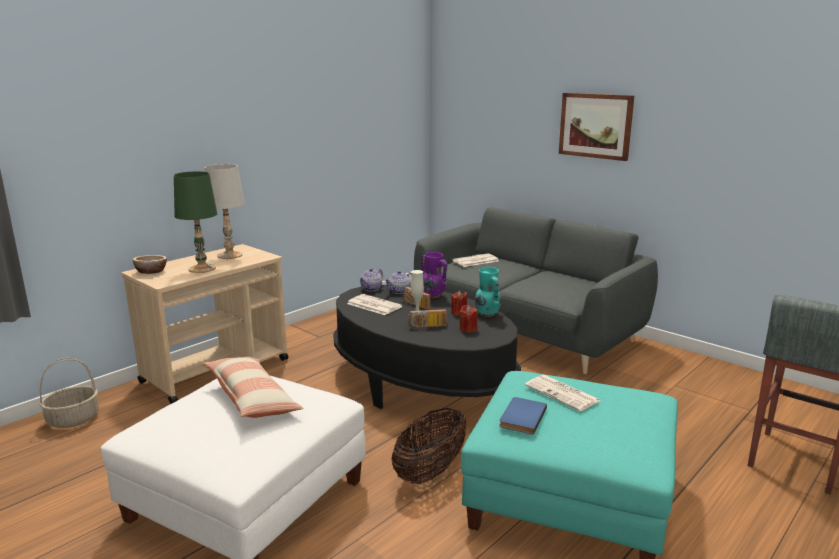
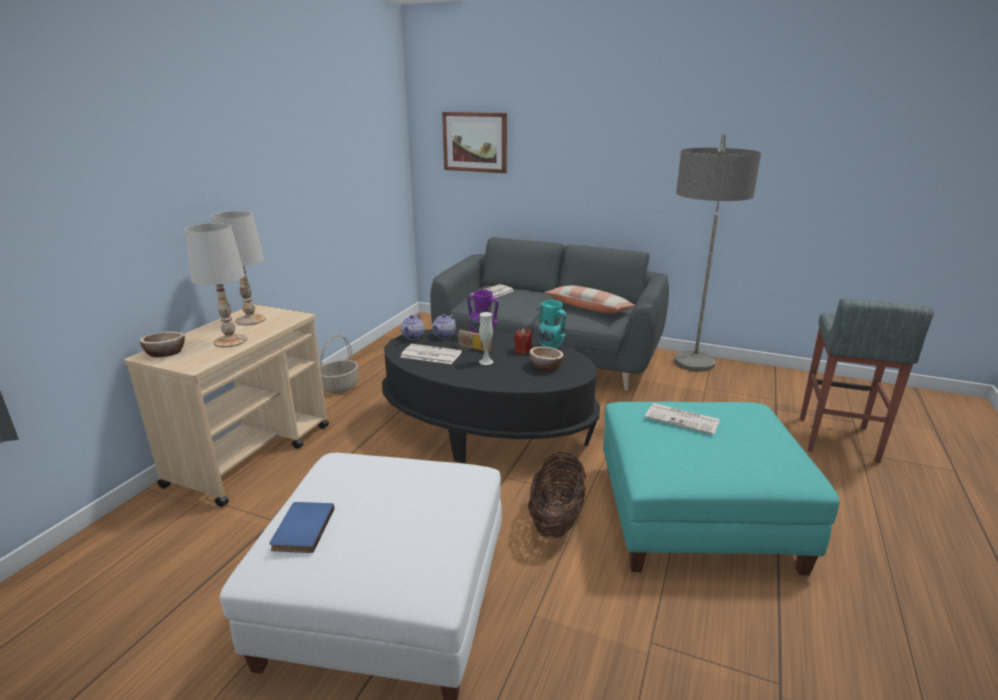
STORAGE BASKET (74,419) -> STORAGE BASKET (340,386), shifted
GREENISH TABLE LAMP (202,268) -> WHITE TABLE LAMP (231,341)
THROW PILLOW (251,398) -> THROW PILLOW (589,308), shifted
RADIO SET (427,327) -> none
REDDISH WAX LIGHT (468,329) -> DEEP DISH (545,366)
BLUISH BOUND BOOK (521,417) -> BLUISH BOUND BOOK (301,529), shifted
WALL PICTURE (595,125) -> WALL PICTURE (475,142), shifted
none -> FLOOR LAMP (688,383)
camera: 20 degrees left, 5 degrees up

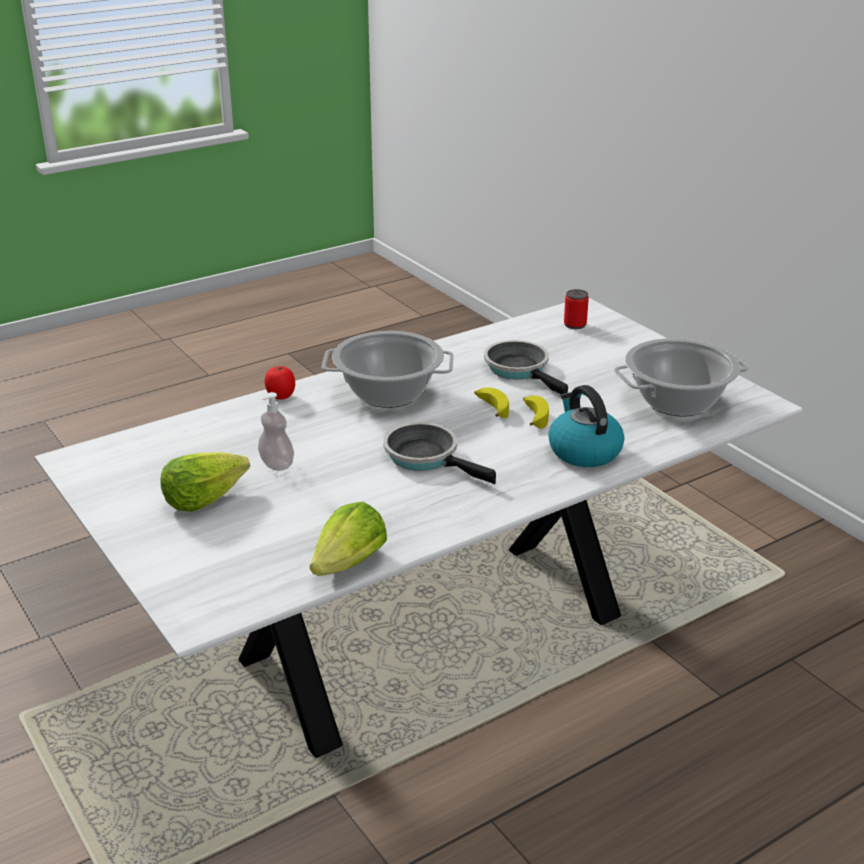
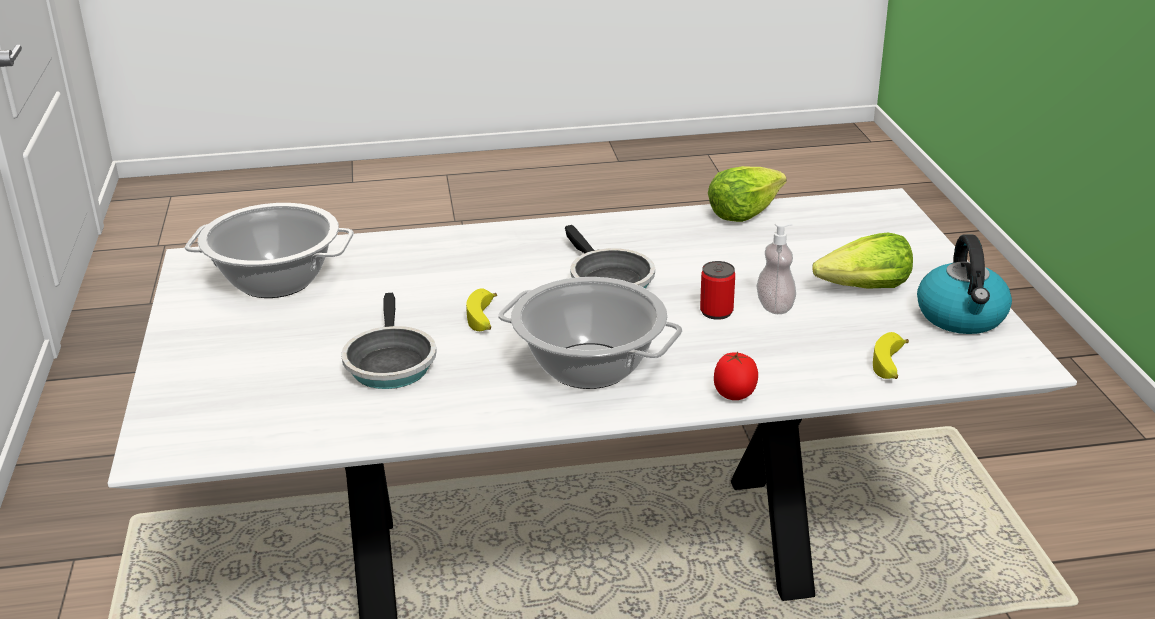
BANANA (533,416) -> BANANA (891,366), shifted
TEA KETTLE (583,451) -> TEA KETTLE (962,317), shifted
SEALED CAN (575,325) -> SEALED CAN (716,312), shifted
camera: 155 degrees left, 0 degrees up

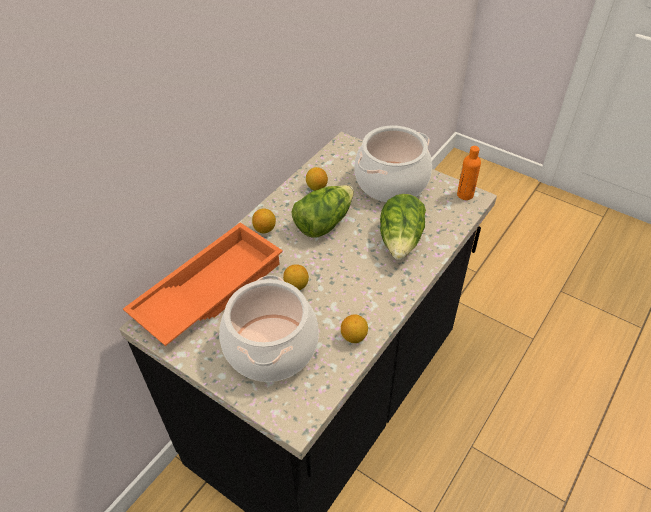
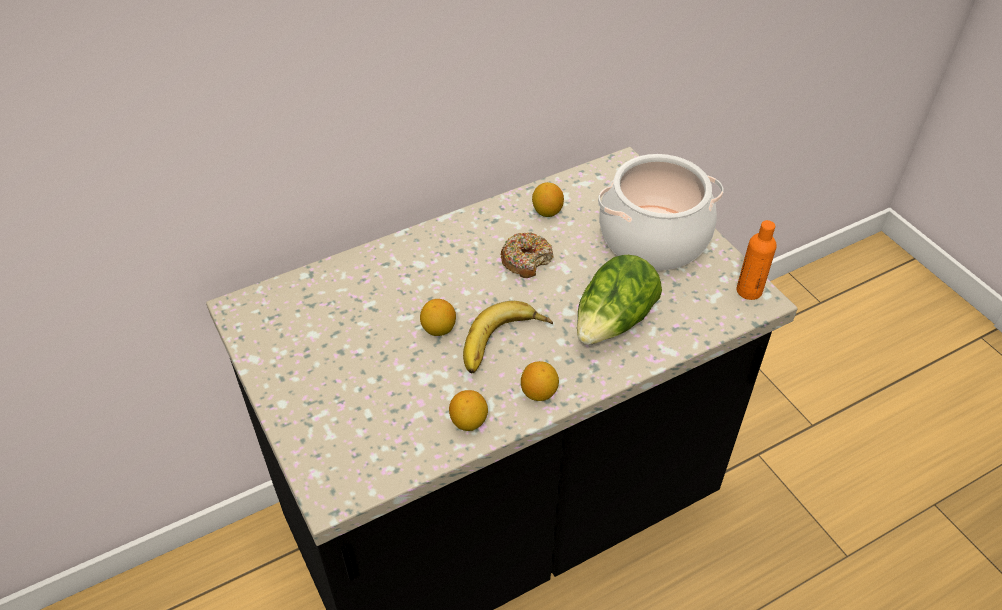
ORANGE-COLOURED TRAY (208,289) -> none
COOKING POT (270,346) -> none
LEMON (264,229) -> LEMON (539,393), shifted
LETTUCE HEAD (323,222) -> RING DOUGHNUT (526,260)
none -> BANANA (505,345)
camera: 25 degrees right, 0 degrees up

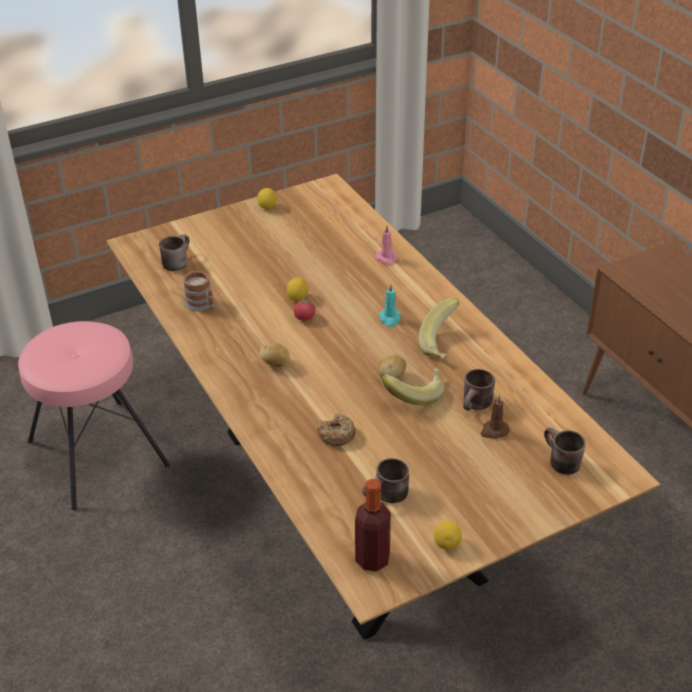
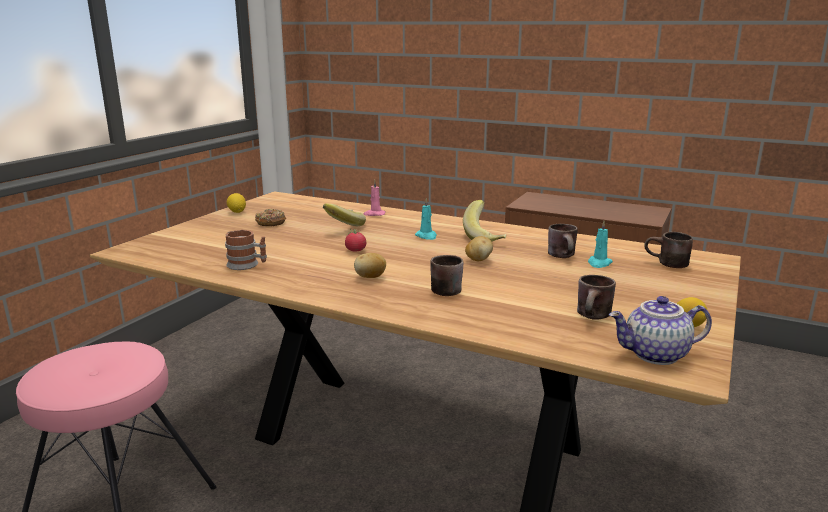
BROWNISH TEA MUG (176,261) -> BROWNISH TEA MUG (442,288), shifted
LEMON (297,298) -> none
RING DOUGHNUT (336,435) -> RING DOUGHNUT (271,223), shifted
DRINK BOTTLE (372,559) -> POT FOR TEA (655,355)
BANANA (414,394) -> BANANA (343,226), shifted
BROWNISH WAX LIGHT (494,431) -> TURQUOISE WAX LIGHT (599,263)
camera: 35 degrees left, 20 degrees down

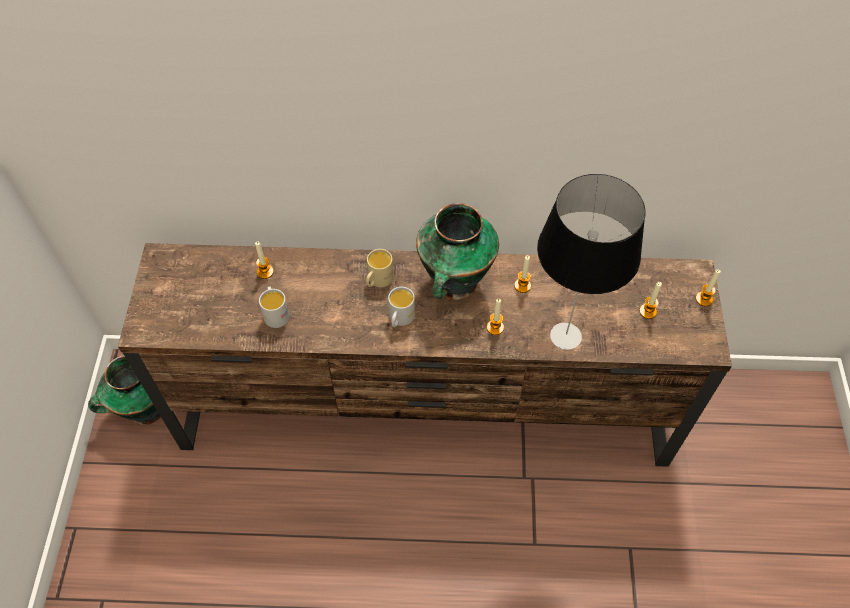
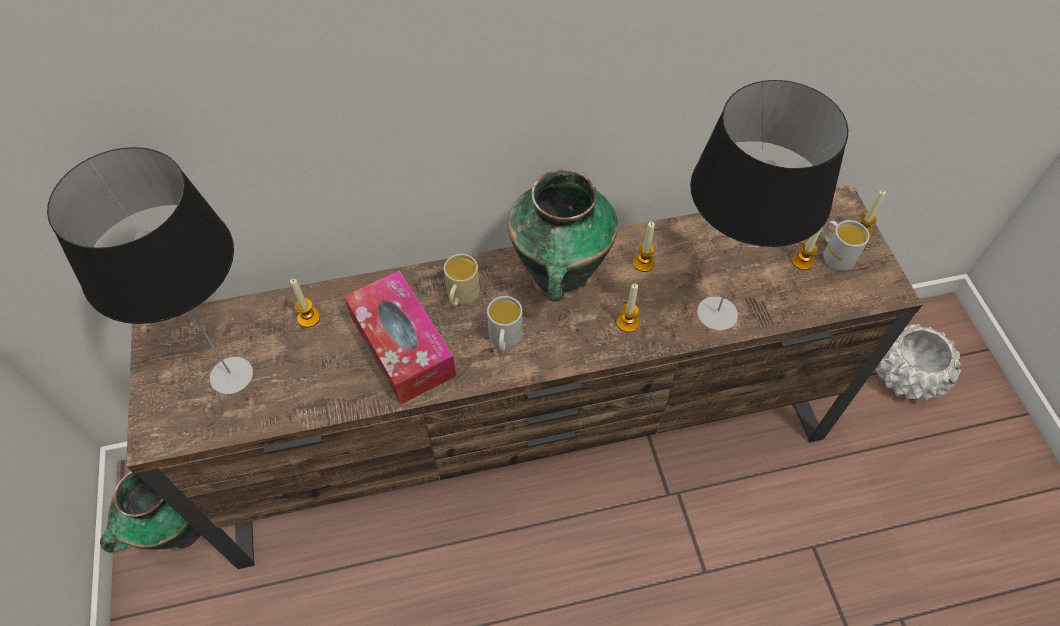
WHITE TEA MUG (275,313) -> WHITE TEA MUG (834,254), shifted
none -> TABLE LAMP (233,374)
none -> TISSUE BOX (402,346)
none -> WHITE PLANTER (906,376)
camera: 15 degrees left, 0 degrees up

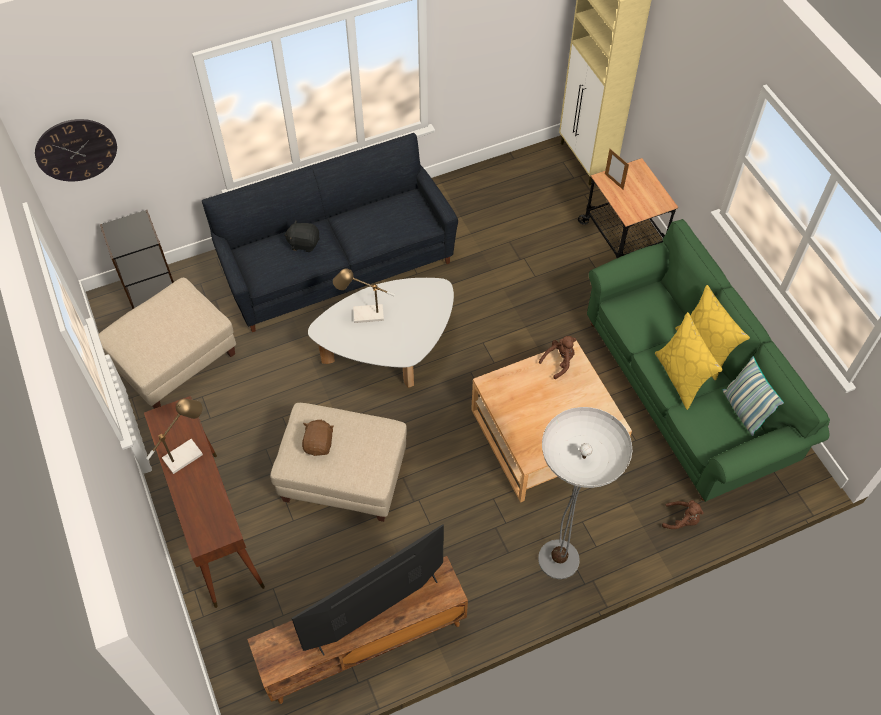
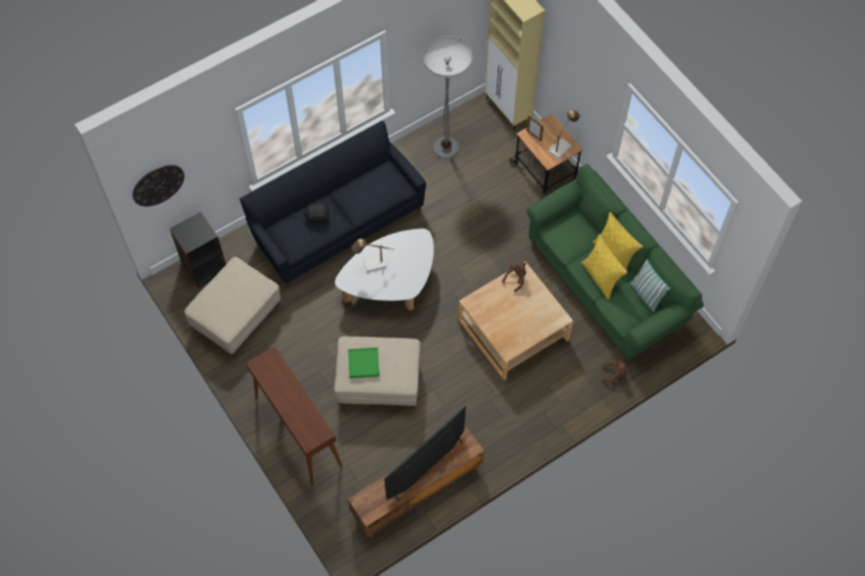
TABLE LAMP (187,453) -> TABLE LAMP (561,146), shifted
BROWNISH PLUSH TOY (319,444) -> GREENISH TRAY (363,364)
FLOOR LAMP (558,559) -> FLOOR LAMP (446,147), shifted
camera: 10 degrees left, 5 degrees up

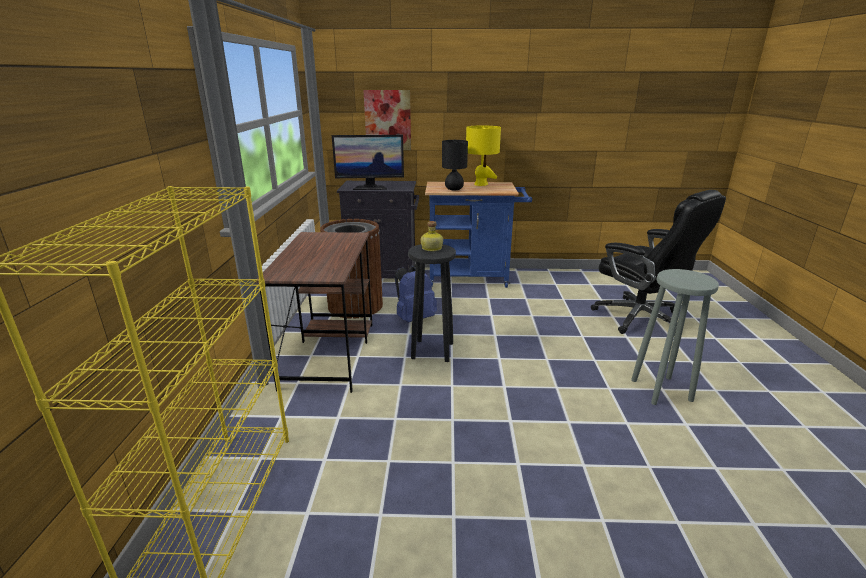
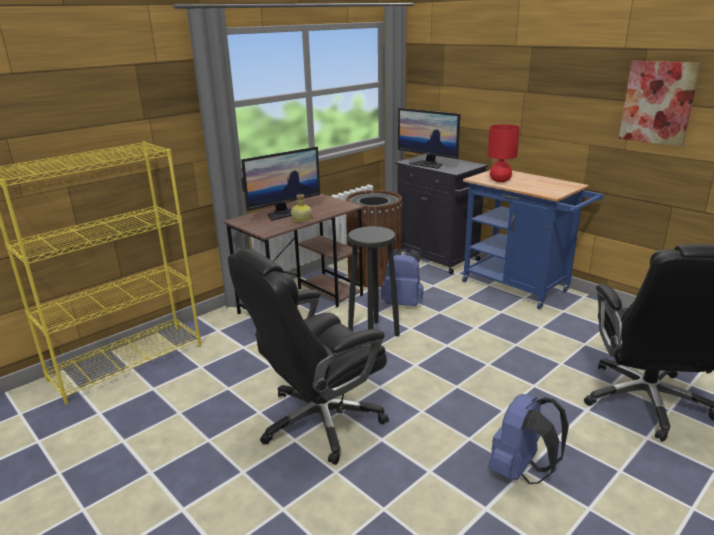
WALL PICTURE (388,120) -> WALL PICTURE (658,102), shifted
DRINK BOTTLE (431,248) -> DRINK BOTTLE (301,219), shifted
BLACK-COLOURED TABLE LAMP (453,189) -> REDDISH TABLE LAMP (500,180)
YELLOW-COLOURED TABLE LAMP (481,184) -> none
GRAY STOOL (661,390) -> BLUISH KNAPSACK (521,471)
none -> BLACK-COLOURED COMPUTER CHAIR (318,421)
none -> MONITOR (284,213)
camera: 45 degrees right, 0 degrees up

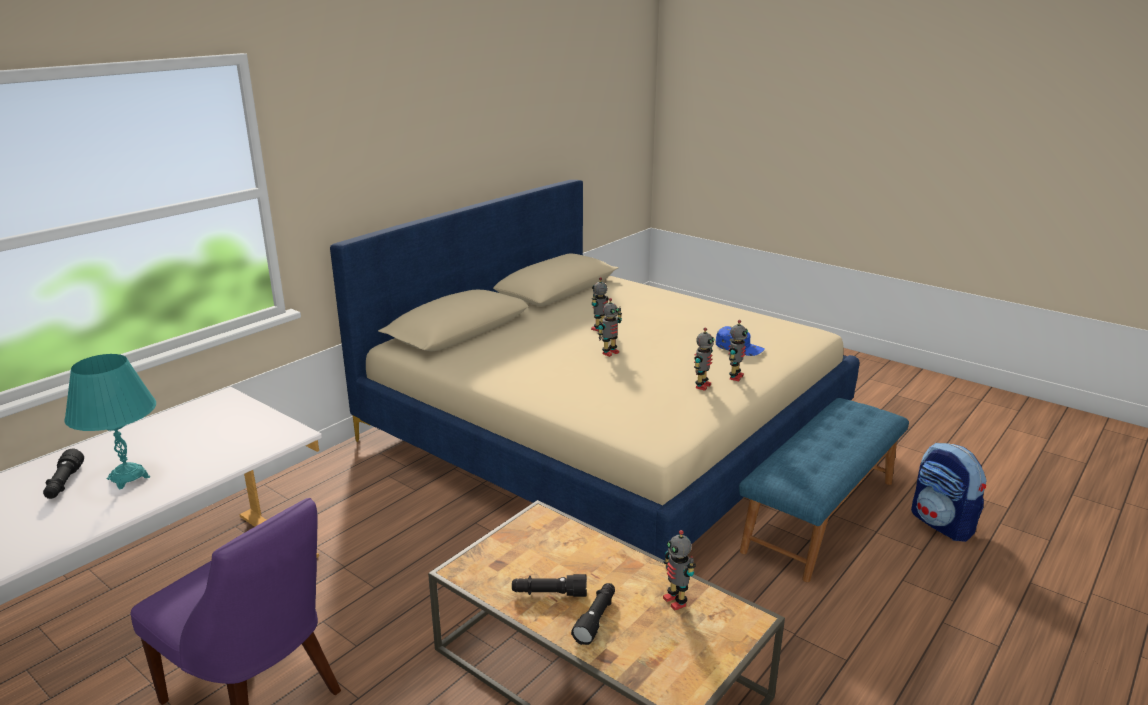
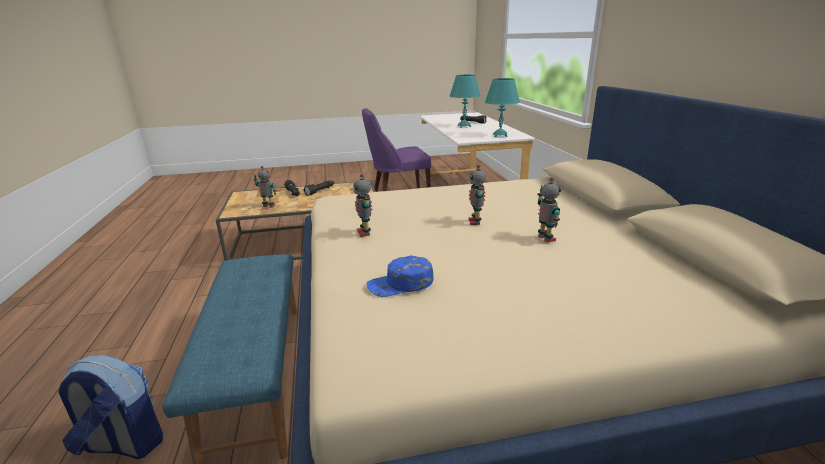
TOY ROBOT (735,377) -> none
none -> TURQUOISE TABLE LAMP (500,135)
camera: 130 degrees right, 0 degrees up

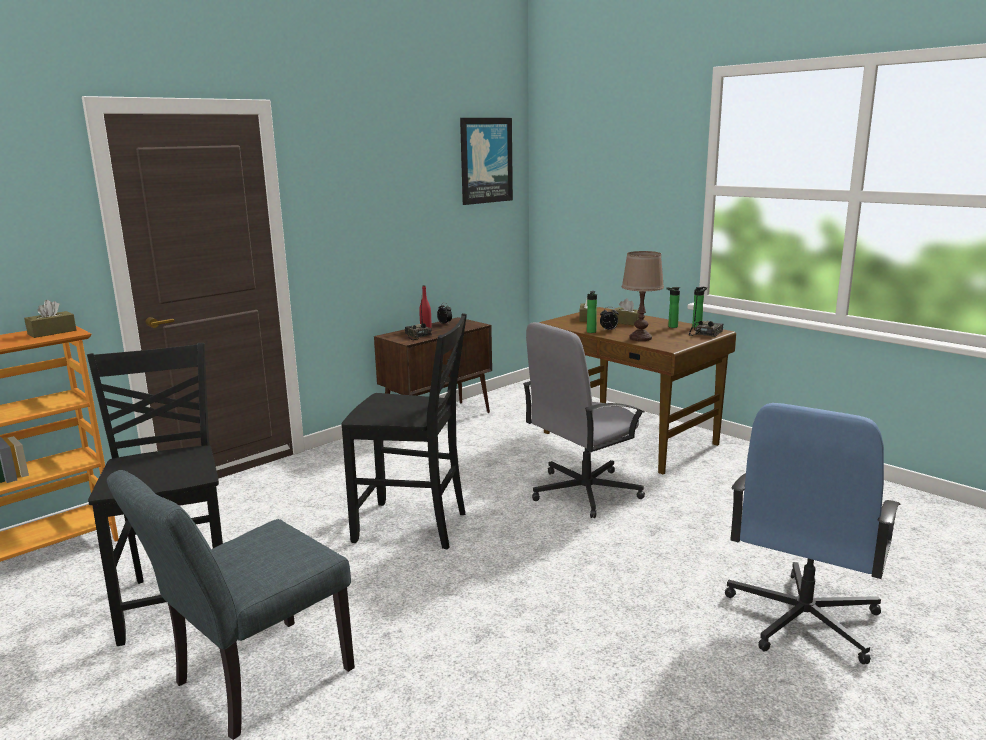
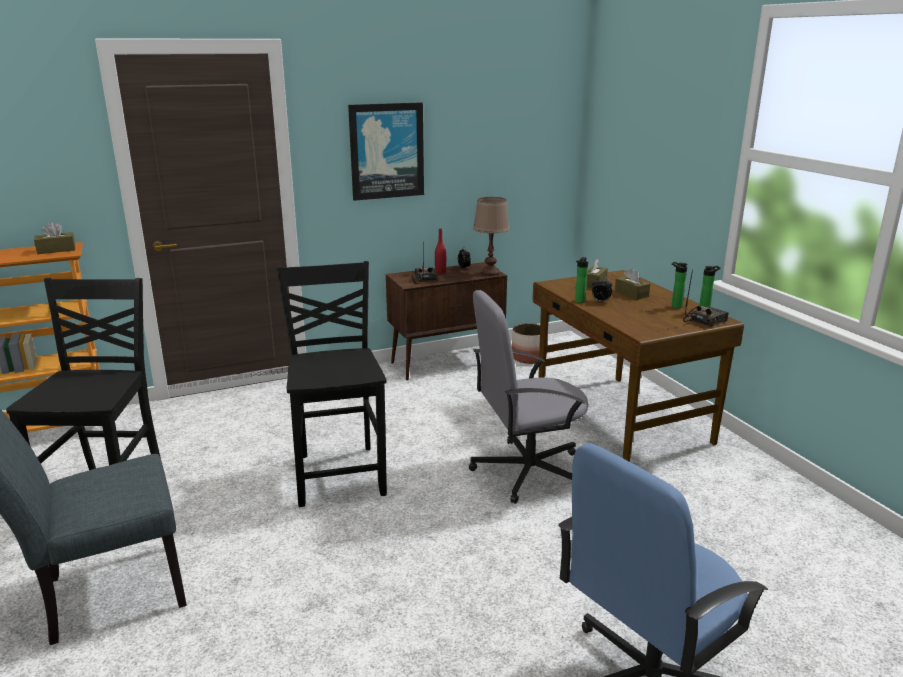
BLACK-COLOURED PLAIN CHAIR (413,527) -> BLACK-COLOURED PLAIN CHAIR (340,473), 135 degrees counterclockwise
WALL PICTURE (485,160) -> WALL PICTURE (386,151), shifted
BROWNISH TABLE LAMP (640,338) -> BROWNISH TABLE LAMP (490,272), shifted
none -> PLANTER (529,357)
camera: 20 degrees right, 5 degrees up

